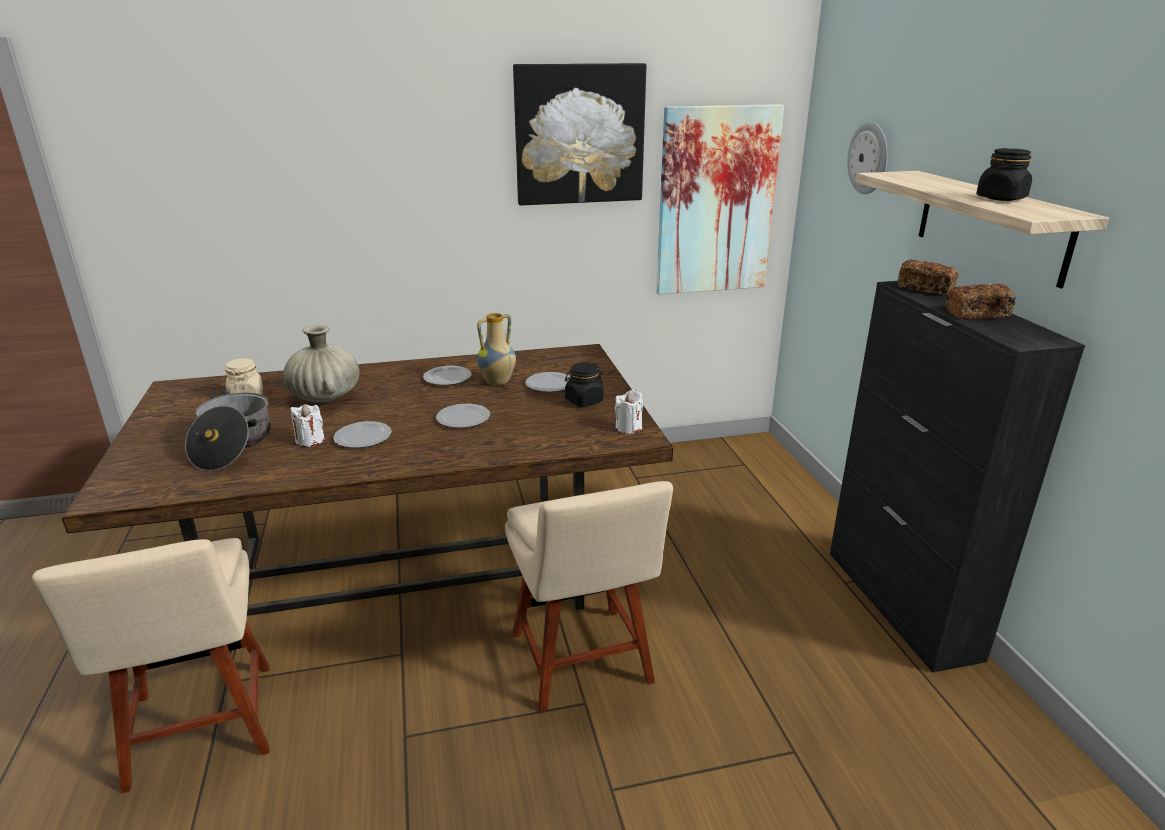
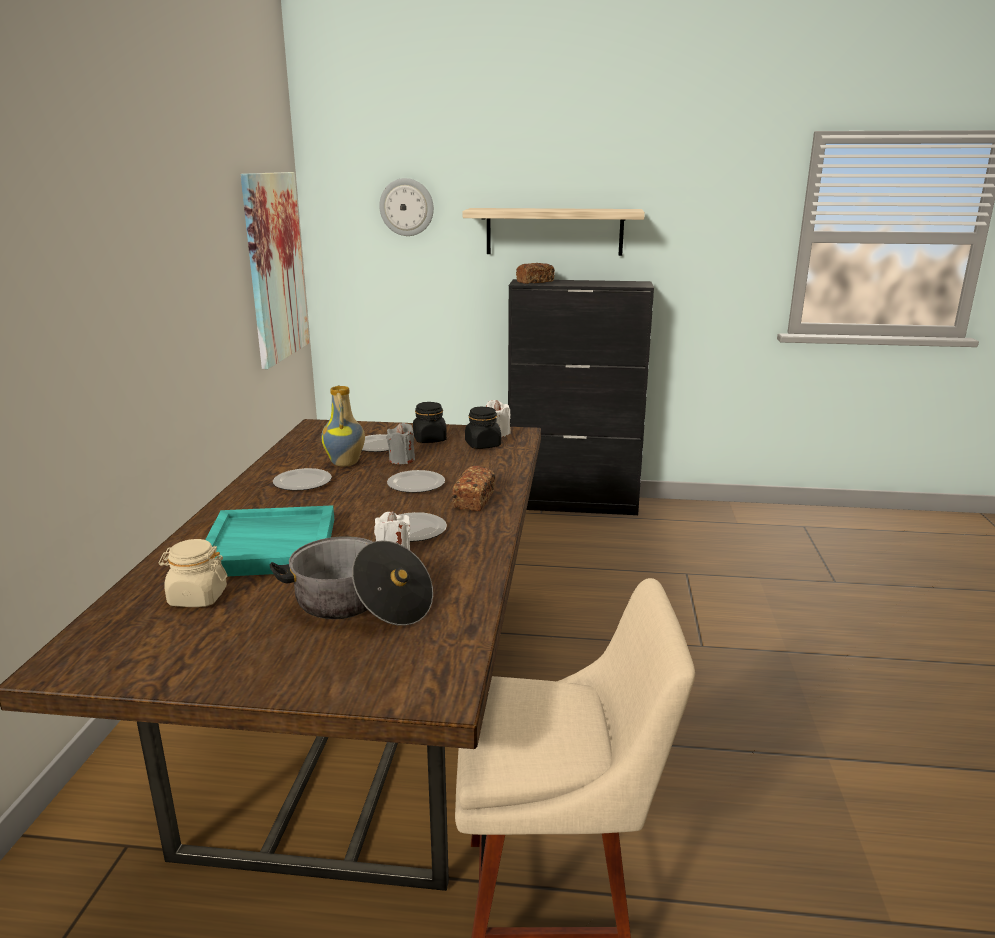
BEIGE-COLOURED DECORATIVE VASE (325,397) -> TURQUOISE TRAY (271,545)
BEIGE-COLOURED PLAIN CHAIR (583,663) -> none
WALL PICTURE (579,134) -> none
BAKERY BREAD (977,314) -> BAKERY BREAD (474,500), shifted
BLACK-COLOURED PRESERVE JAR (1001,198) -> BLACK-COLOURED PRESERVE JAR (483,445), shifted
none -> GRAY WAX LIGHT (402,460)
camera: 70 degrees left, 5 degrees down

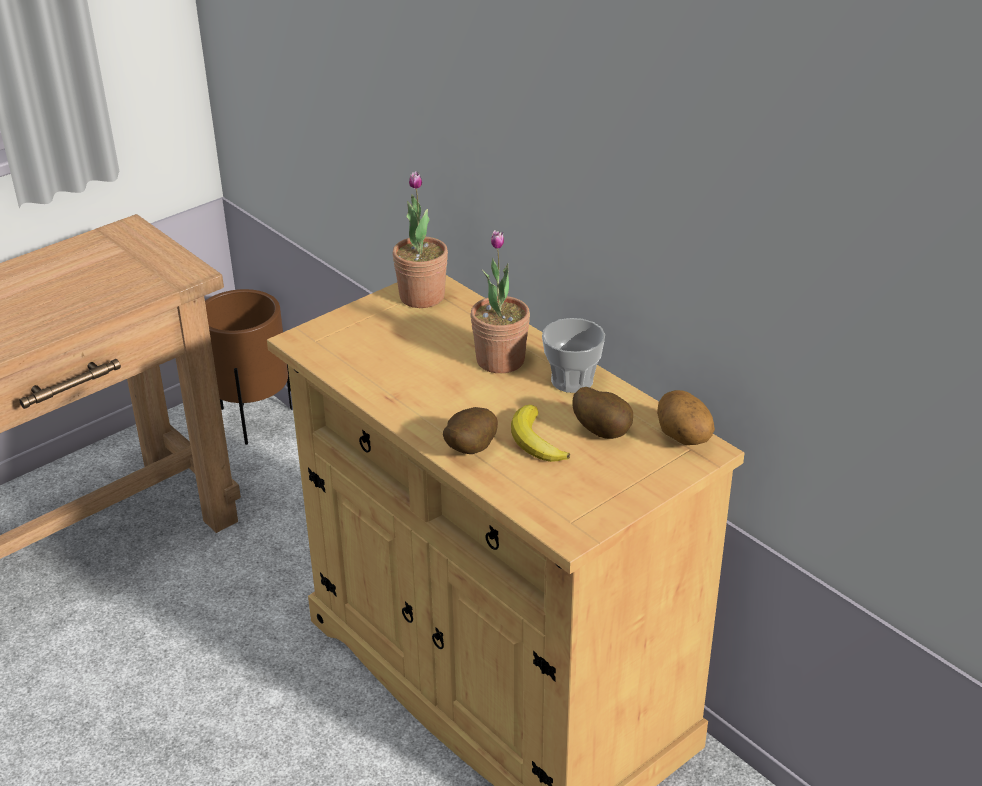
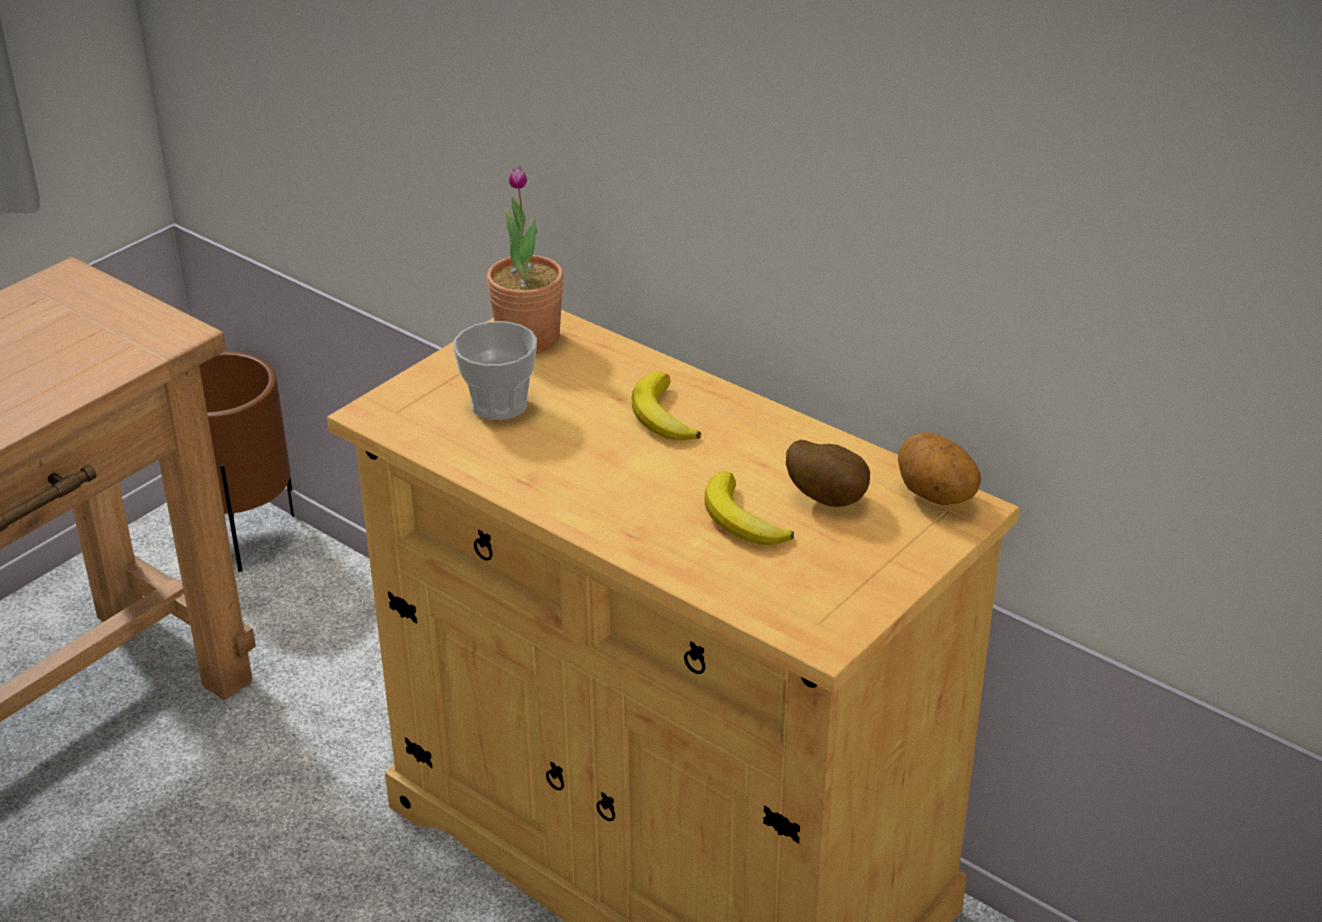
SPUD (468,450) -> none
HOUSEPLANT (500,360) -> BANANA (661,416)
SMALL CUP (572,380) -> SMALL CUP (499,405), shifted
camera: 10 degrees left, 0 degrees up

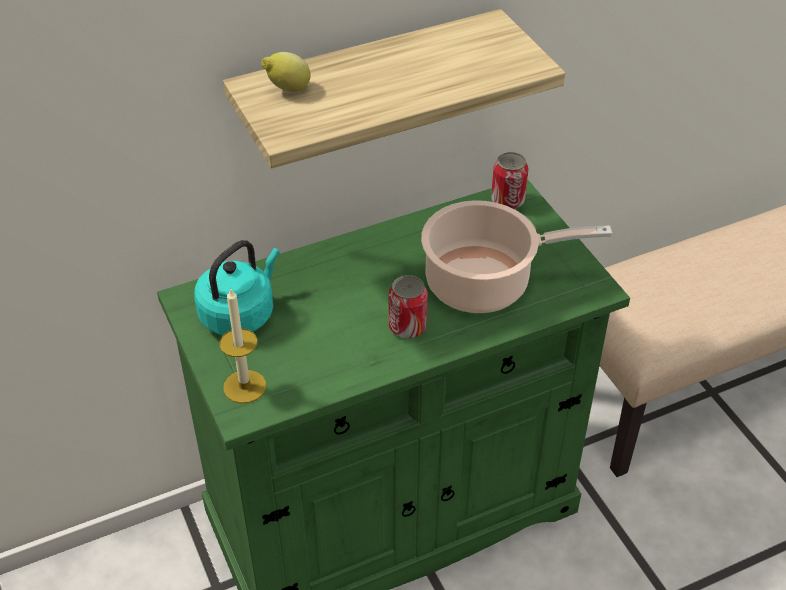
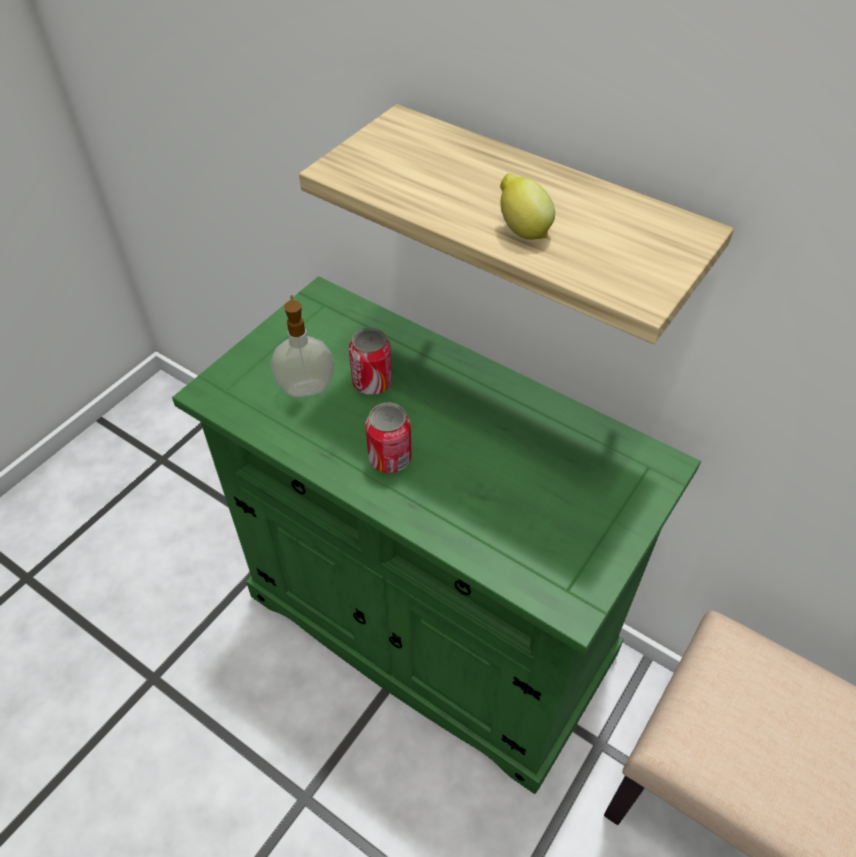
TURQUOISE TEA KETTLE (240,314) -> none
WAX LIGHT (244,386) -> none
LEMON (287,89) -> LEMON (522,230), shifted
COOKING POT (485,283) -> none
SEALED CAN (507,200) -> SEALED CAN (372,382), shifted
none -> LIQUID SOAP BOTTLE (306,388)
camera: 60 degrees right, 5 degrees up

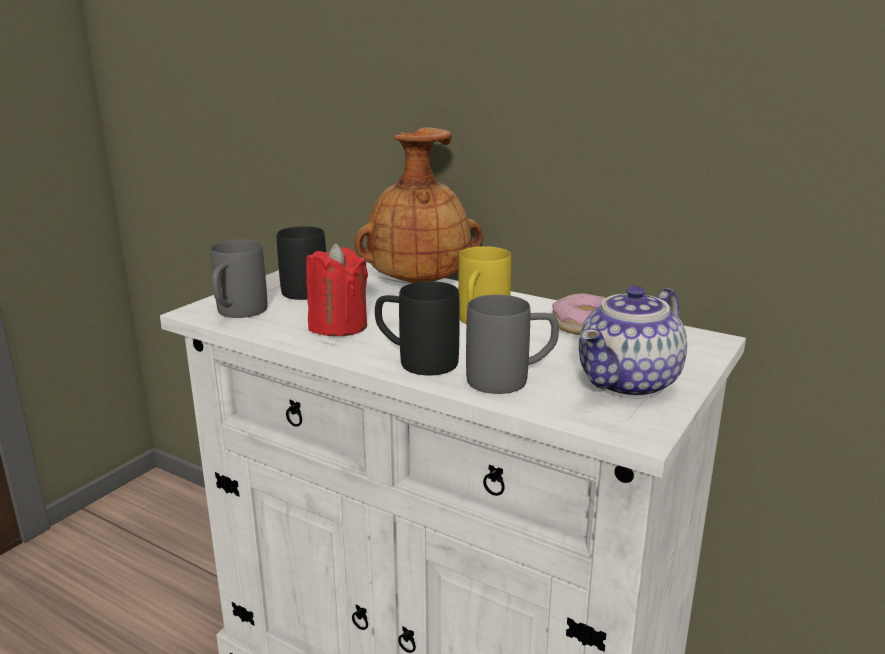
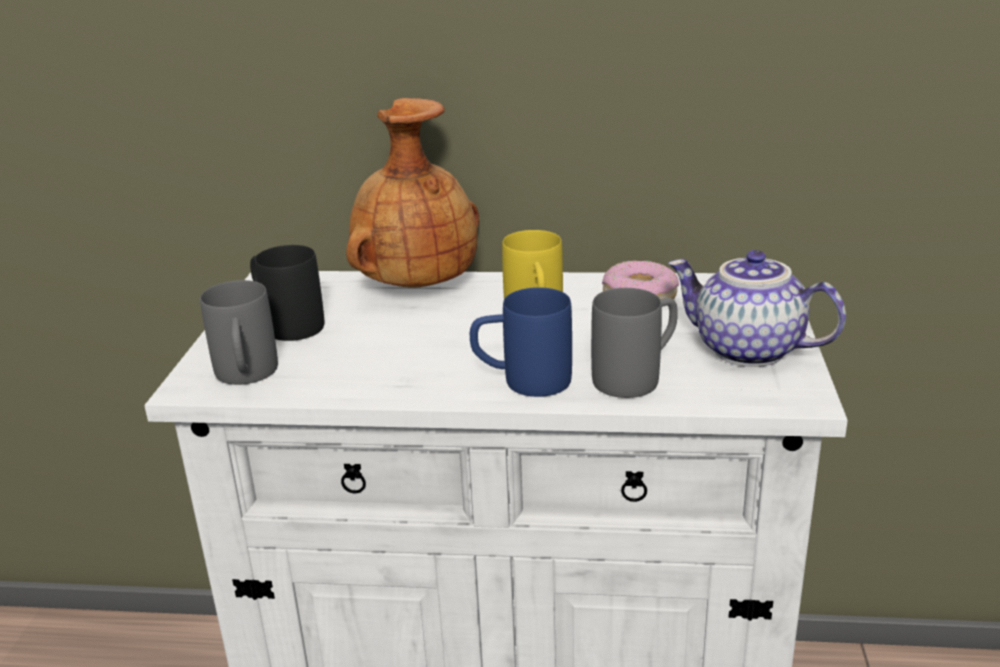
REDDISH WAX LIGHT (338,326) -> none
BLACK-COLOURED TEA MUG (416,361) -> BLUISH TEA MUG (522,382)
POT FOR TEA (630,384) -> POT FOR TEA (746,351), 105 degrees clockwise
camera: 25 degrees left, 5 degrees up

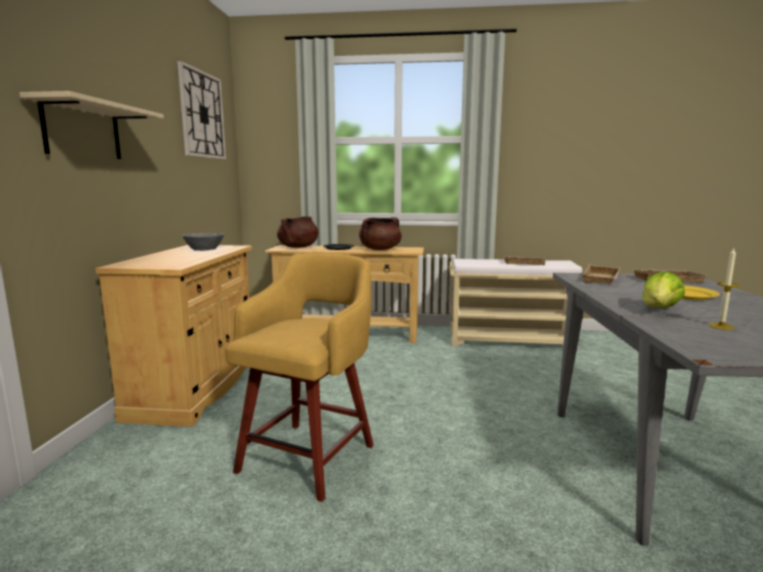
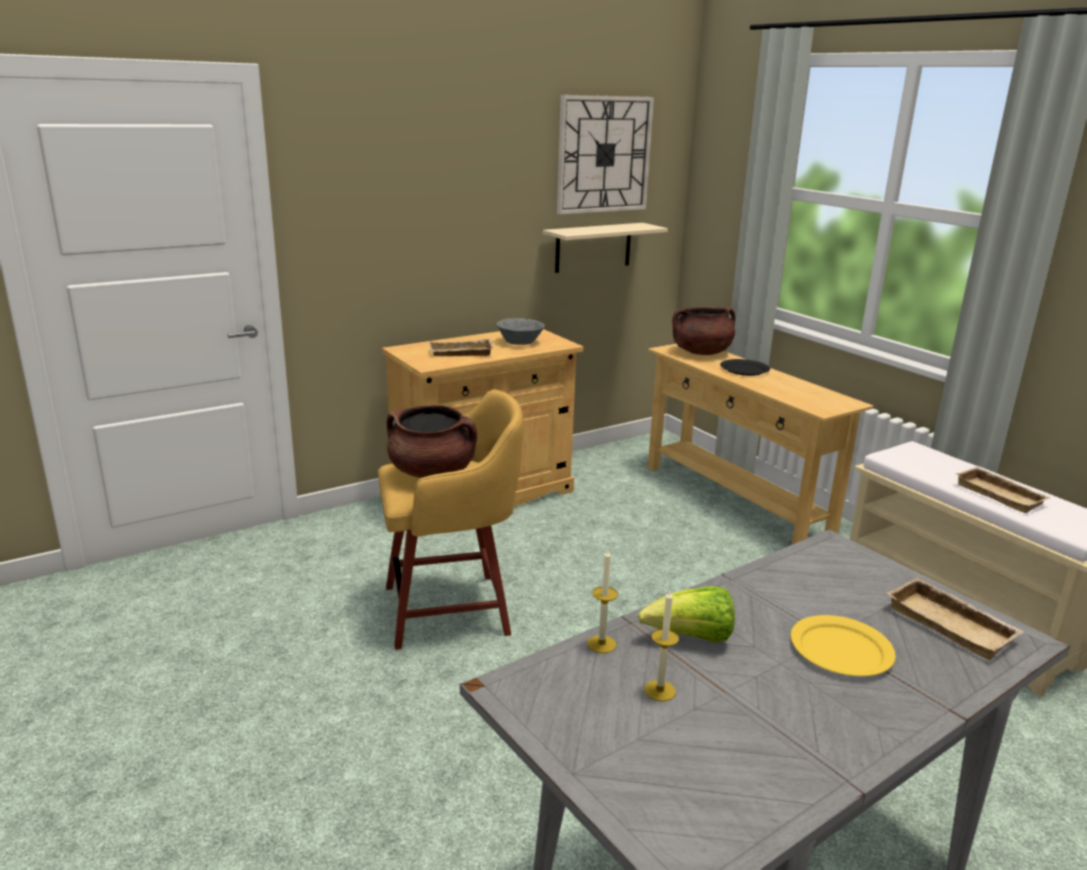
BEIGE-COLOURED SHELF (83,131) -> BEIGE-COLOURED SHELF (593,247), shifted
BROWNISH COOKING POT (380,249) -> BROWNISH COOKING POT (432,472), shifted
BEIGE-COLOURED TRAY (602,279) -> BEIGE-COLOURED TRAY (460,353), shifted
none -> WAX LIGHT (601,644)
camera: 50 degrees right, 10 degrees up

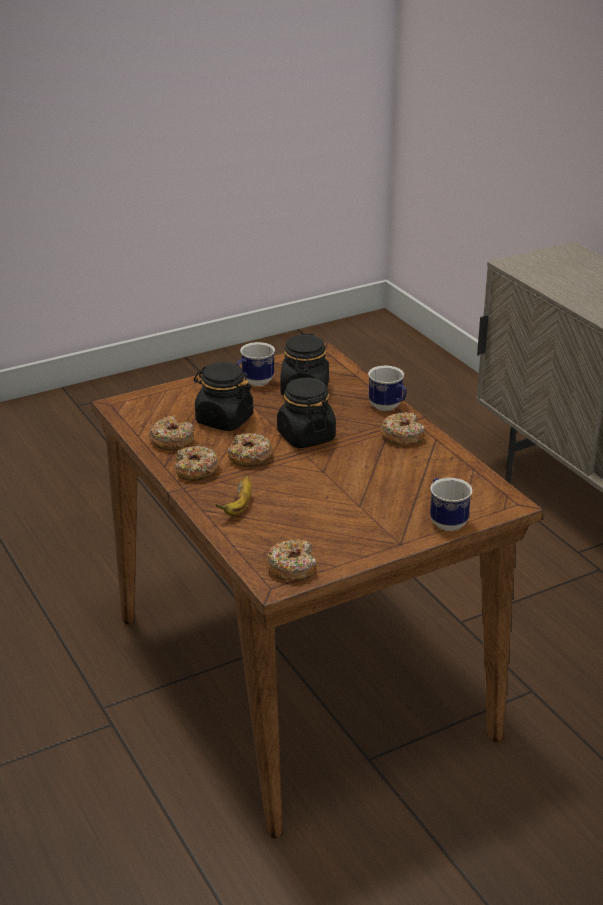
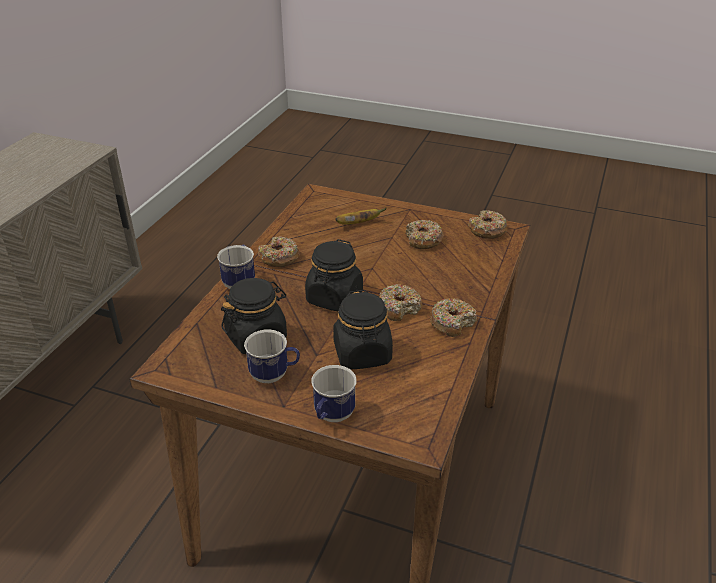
RING DOUGHNUT (171,440) -> RING DOUGHNUT (423,240), shifted
BANANA (238,507) -> BANANA (359,223), shifted
TEA MUG (445,521) -> TEA MUG (331,417), shifted
camera: 130 degrees left, 5 degrees up

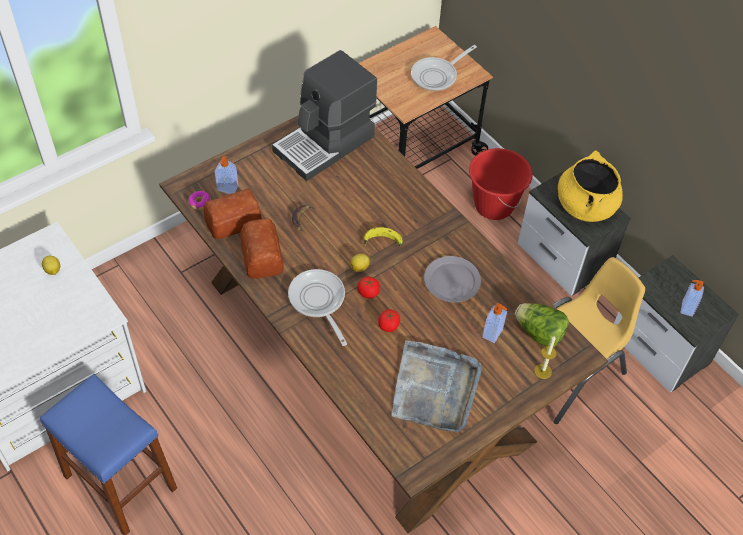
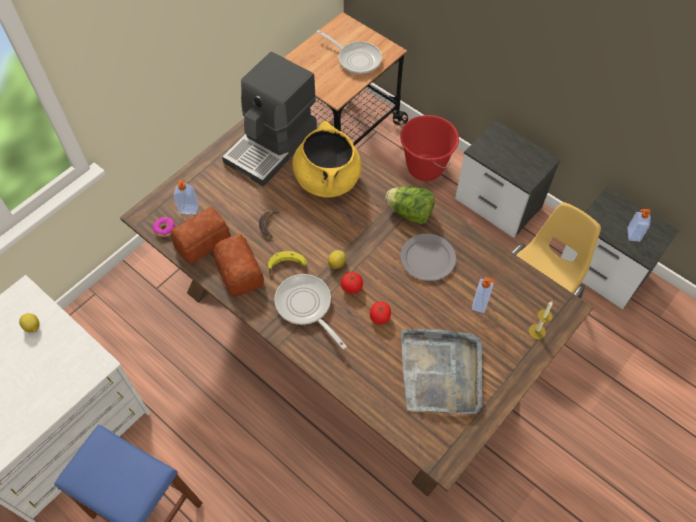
BANANA (382,243) -> BANANA (287,267), shifted
SKILLET (437,76) -> SKILLET (356,59), 90 degrees counterclockwise
LETTUCE HEAD (539,333) -> LETTUCE HEAD (410,213), shifted
YELLOW-COLOURED COOKING POT (585,205) -> YELLOW-COLOURED COOKING POT (327,179), shifted
camera: 10 degrees left, 5 degrees up

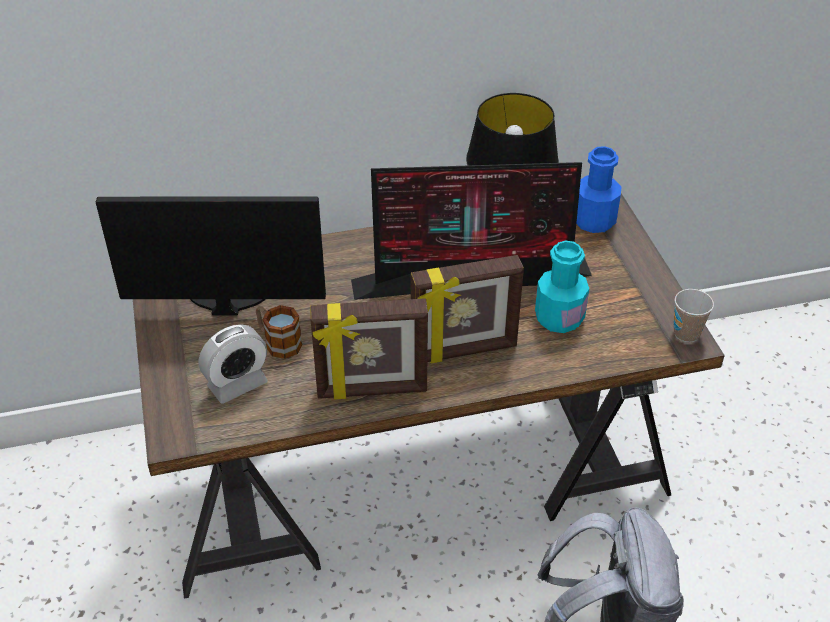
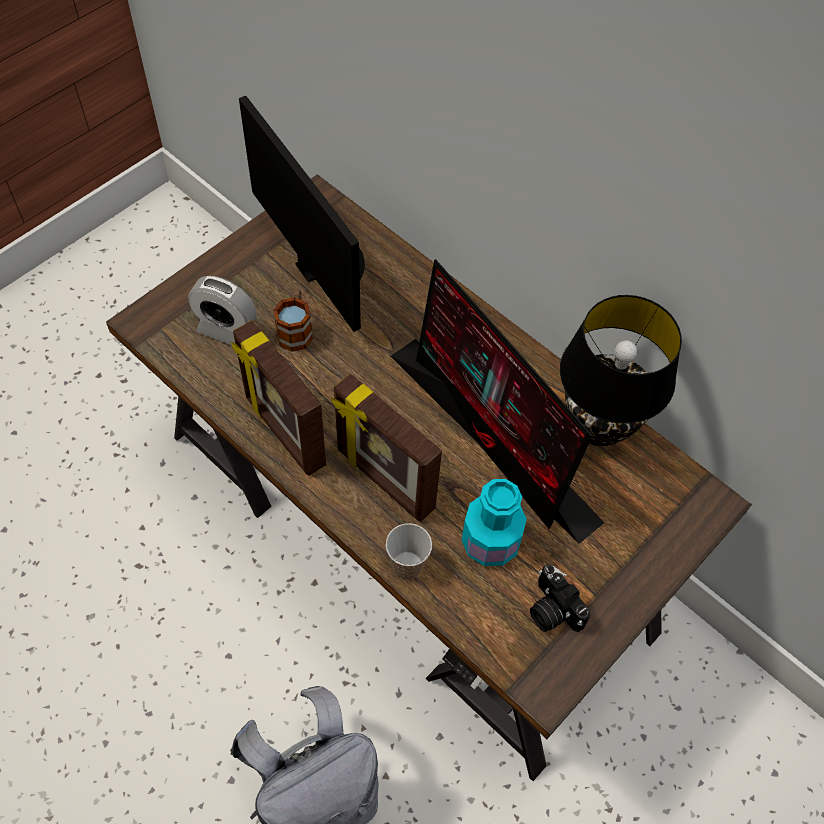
BLUISH DRINK BOTTLE (594,221) -> none
SMALL CUP (686,333) -> SMALL CUP (407,565), shifted
none -> STILL CAMERA (551,610)
camera: 55 degrees right, 15 degrees up

